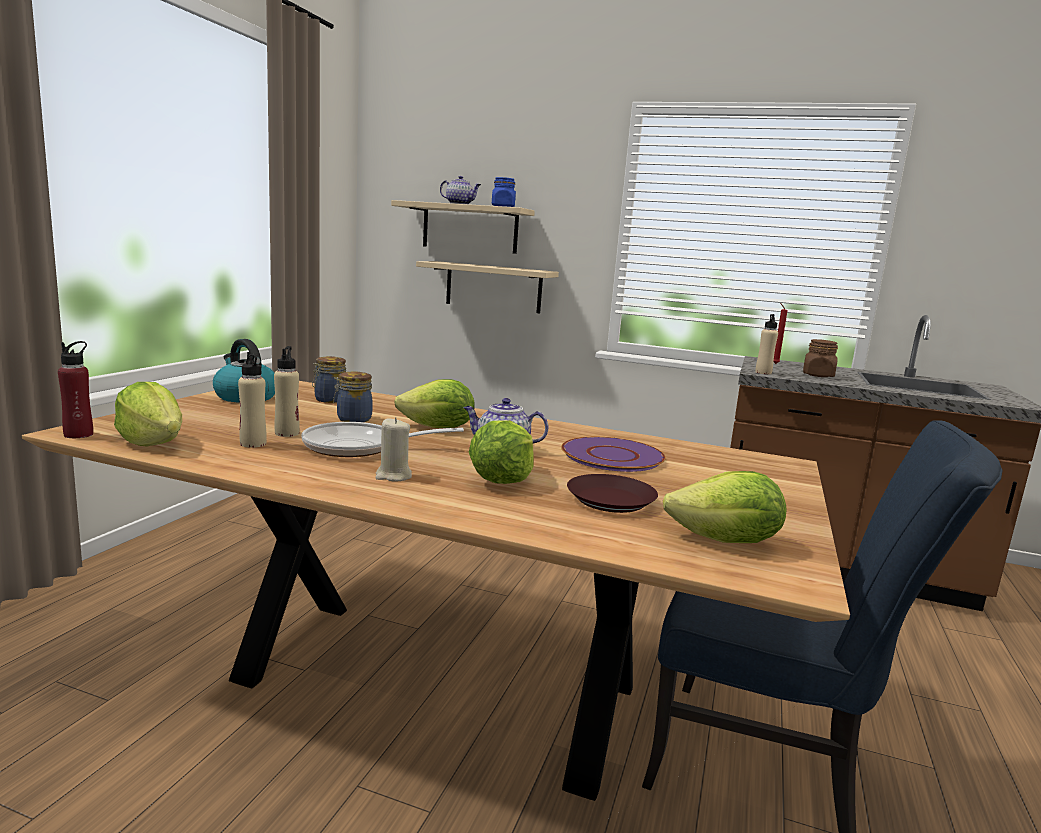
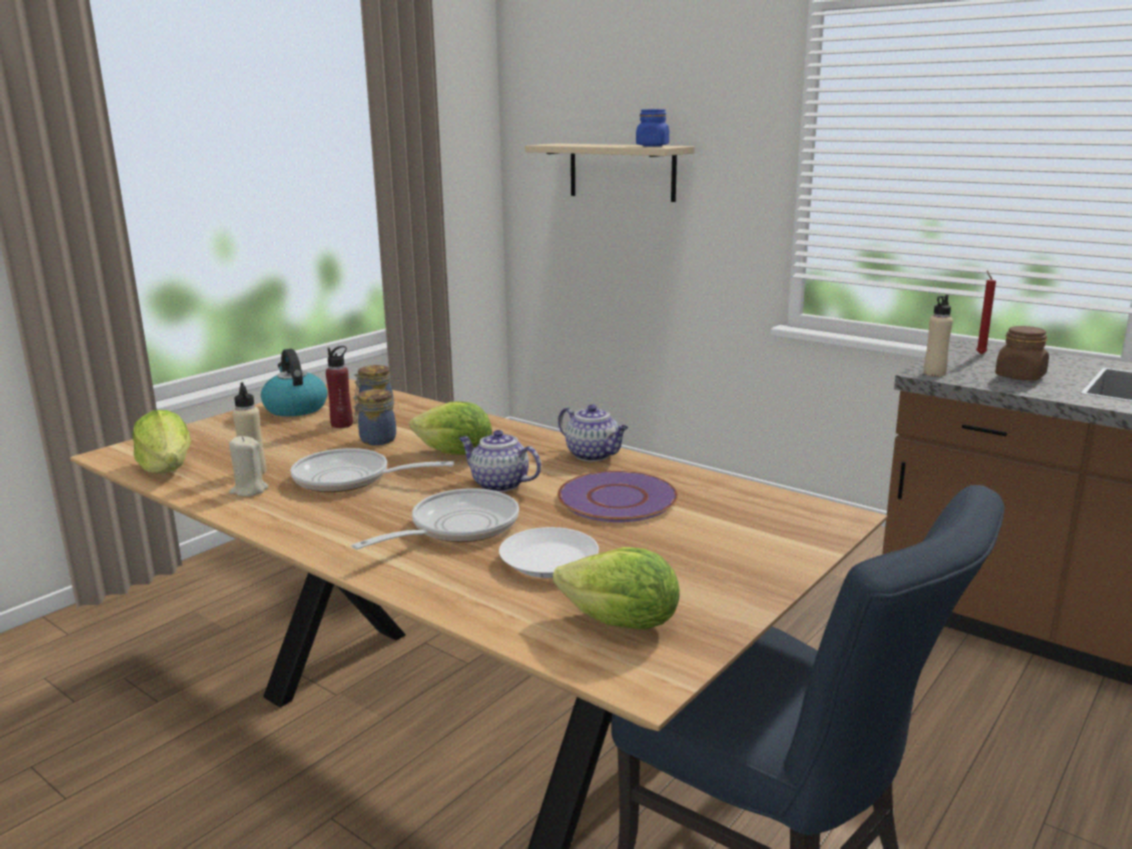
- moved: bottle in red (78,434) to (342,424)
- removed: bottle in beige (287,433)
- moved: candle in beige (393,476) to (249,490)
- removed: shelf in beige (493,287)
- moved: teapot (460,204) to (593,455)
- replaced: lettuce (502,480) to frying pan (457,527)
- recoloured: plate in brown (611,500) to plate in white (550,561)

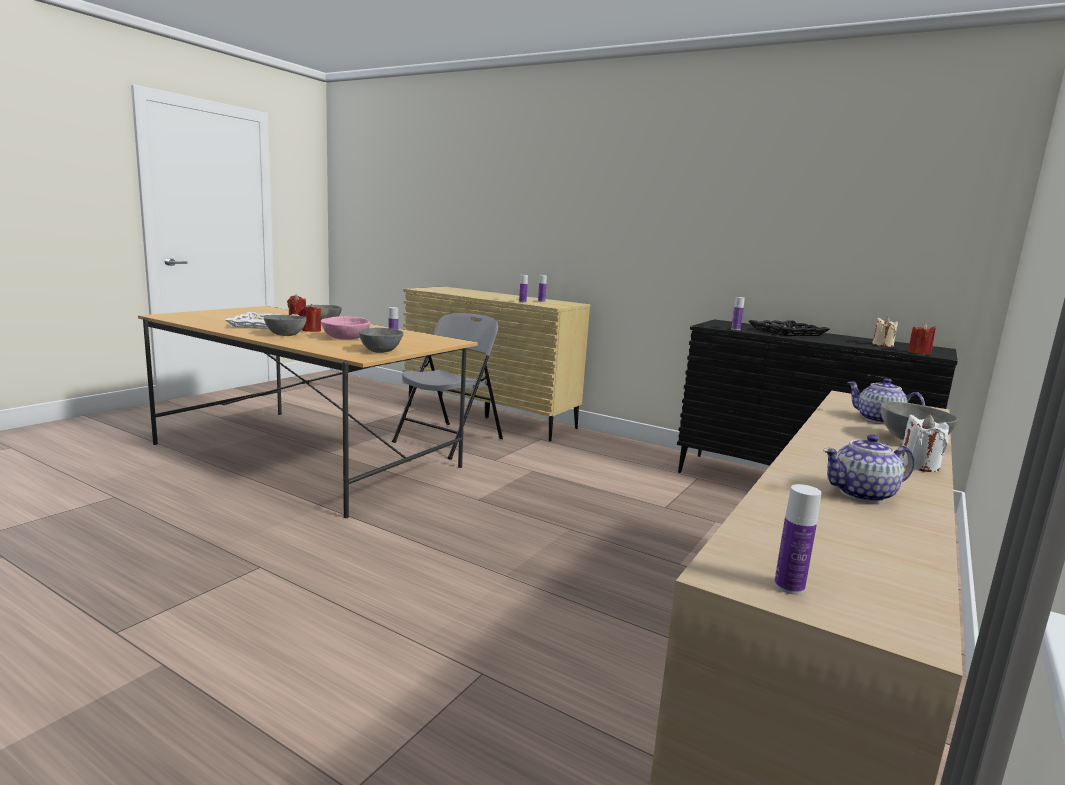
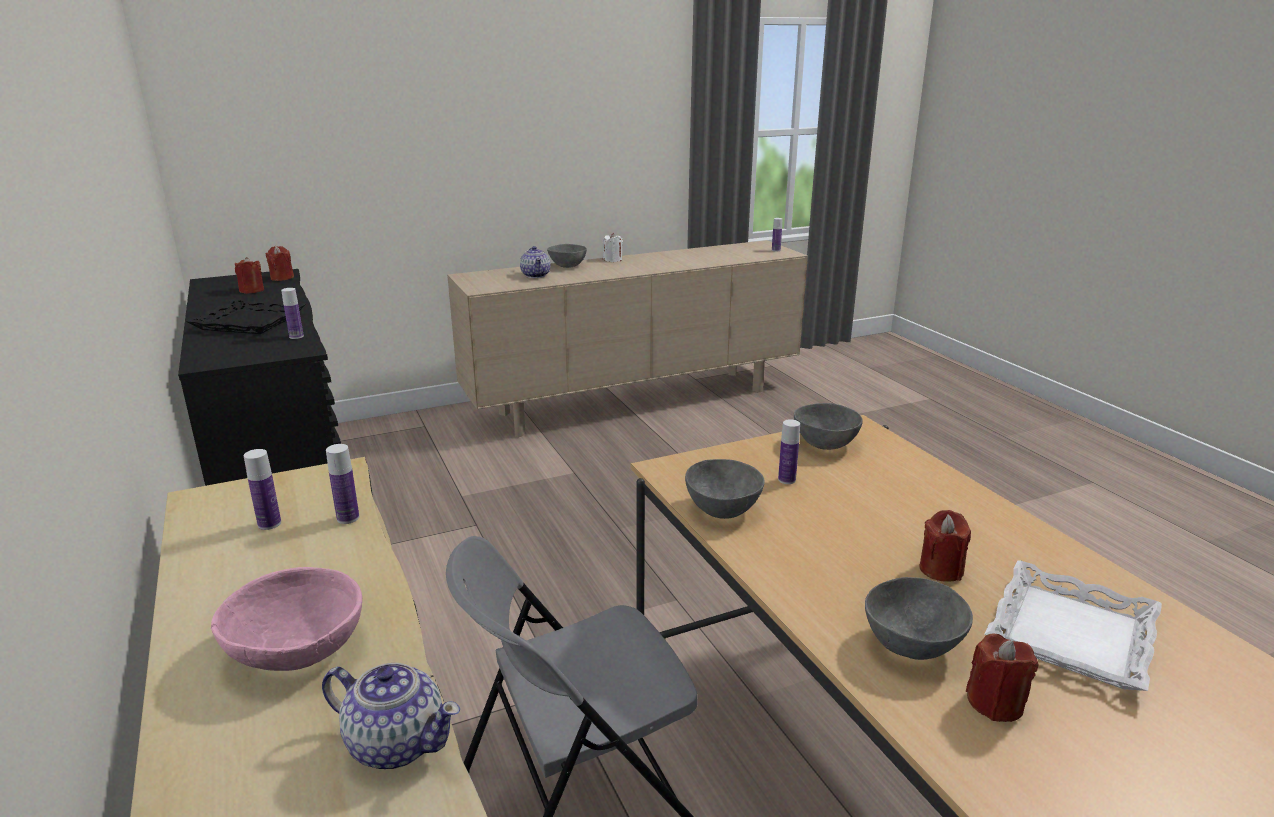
- moved: bowl in grey (286,335) to (723,508)
- moved: bowl in pink (346,338) to (295,648)
- moved: teapot (863,494) to (396,743)
- recoloured: candle in beige (882,345) to candle in red (252,290)

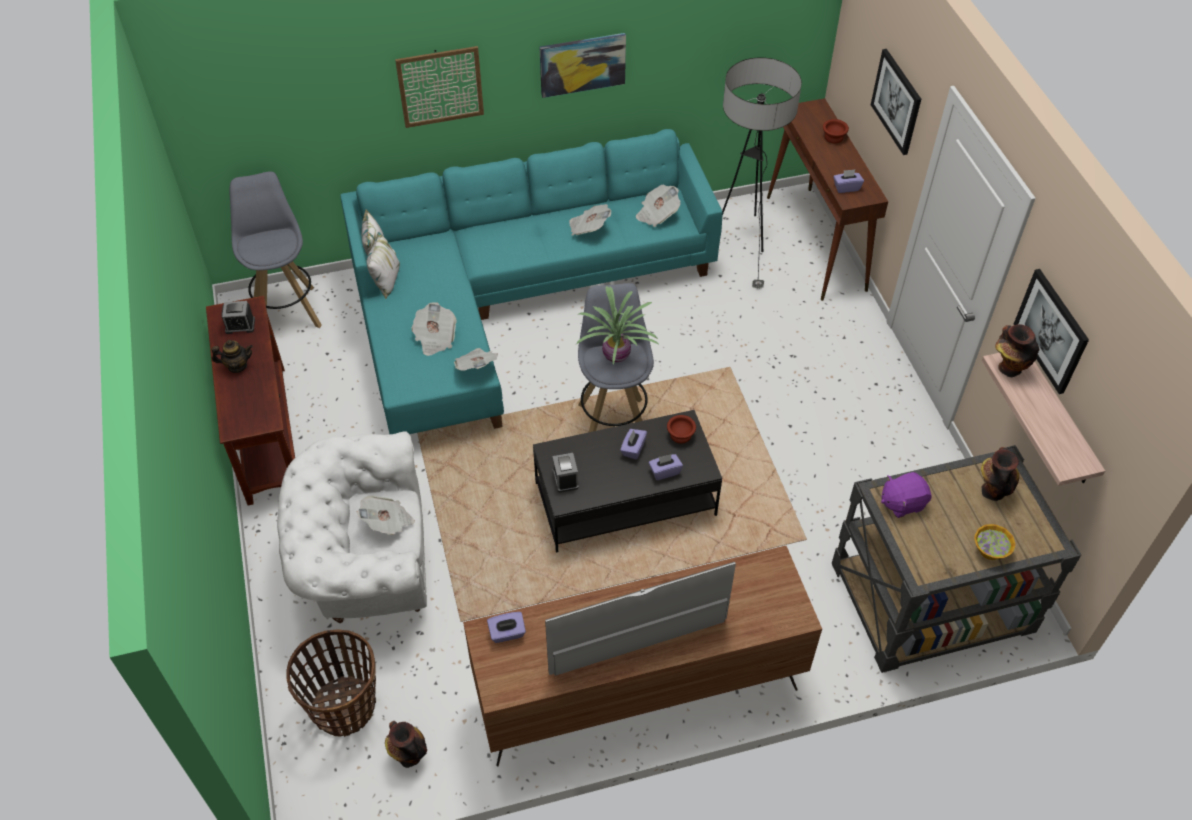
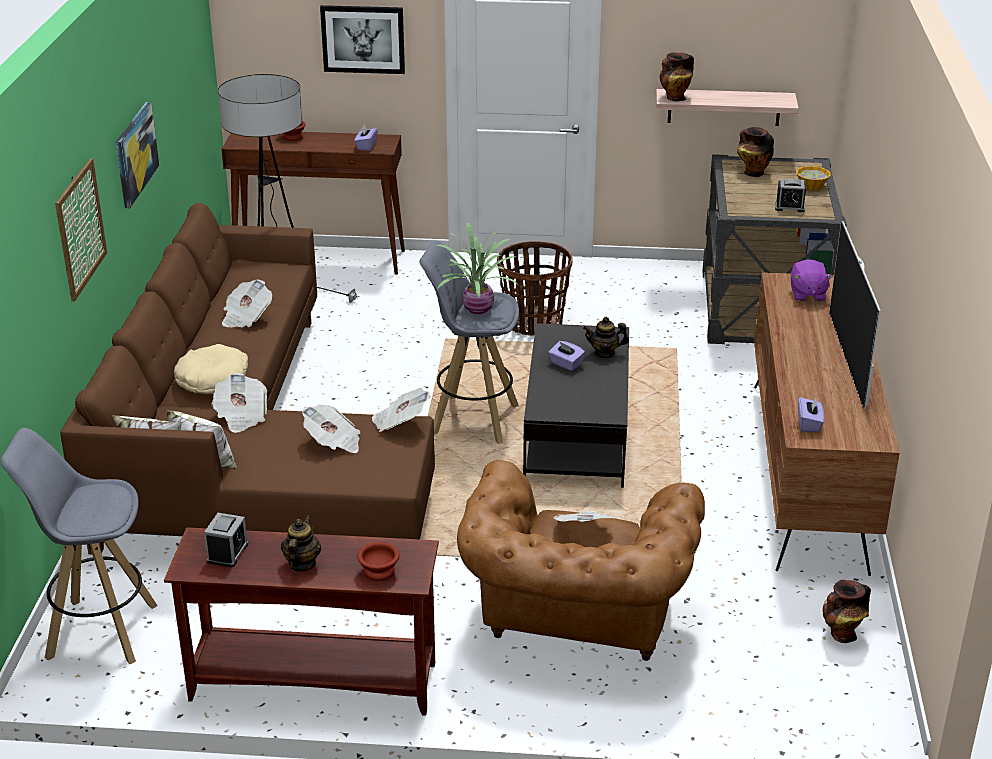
- recoloured: armchair in white (365,566) to armchair in brown (576,626)
- moved: basket (344,706) to (533,323)
- recoloured: sofa in turquoise (510,304) to sofa in brown (245,450)
- moved: alarm clock (565,479) to (789,207)
- moved: newspaper (657,214) to (241,416)
- replaced: tissue box in purple (664,471) to teapot (604,353)
- moved: bowl in brown (681,434) to (378,570)
- moved: plush toy in purple (902,503) to (807,294)
- removed: picture (1051,331)
- added: pillow in beige (212,380)

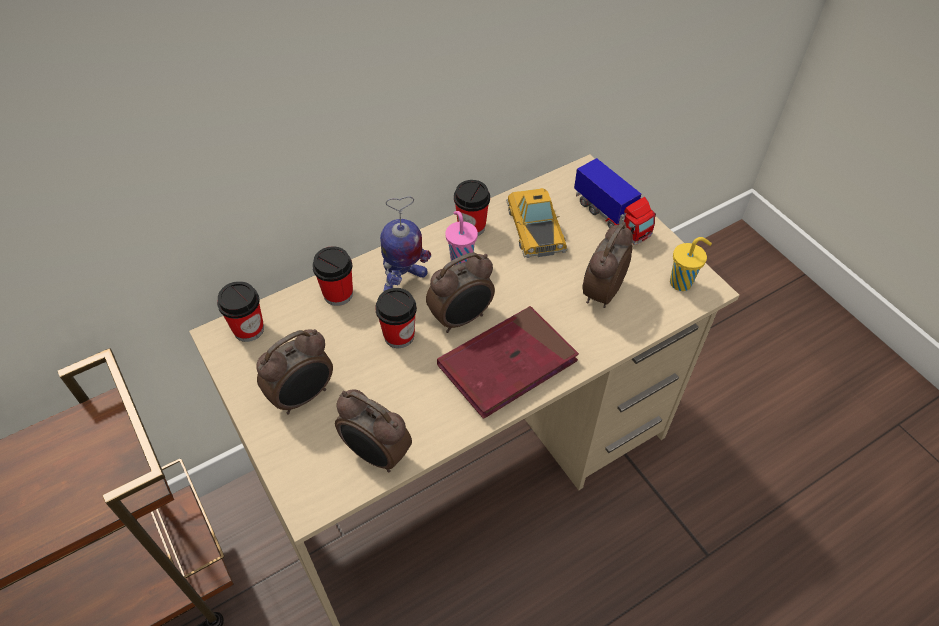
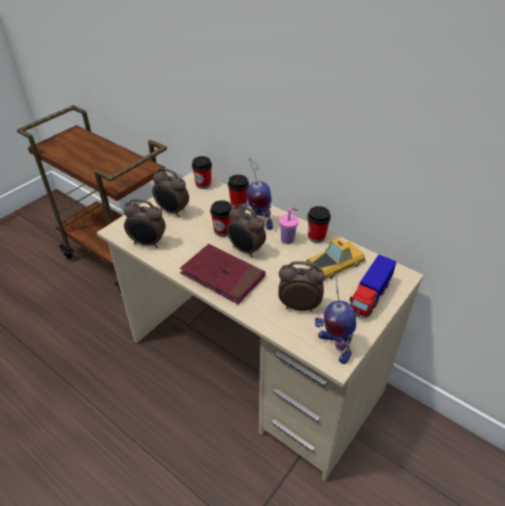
- turned: alarm clock (376,454) = (147,243) 90 degrees counterclockwise
- replaced: cup in yellow (682,282) to toy robot (333,346)

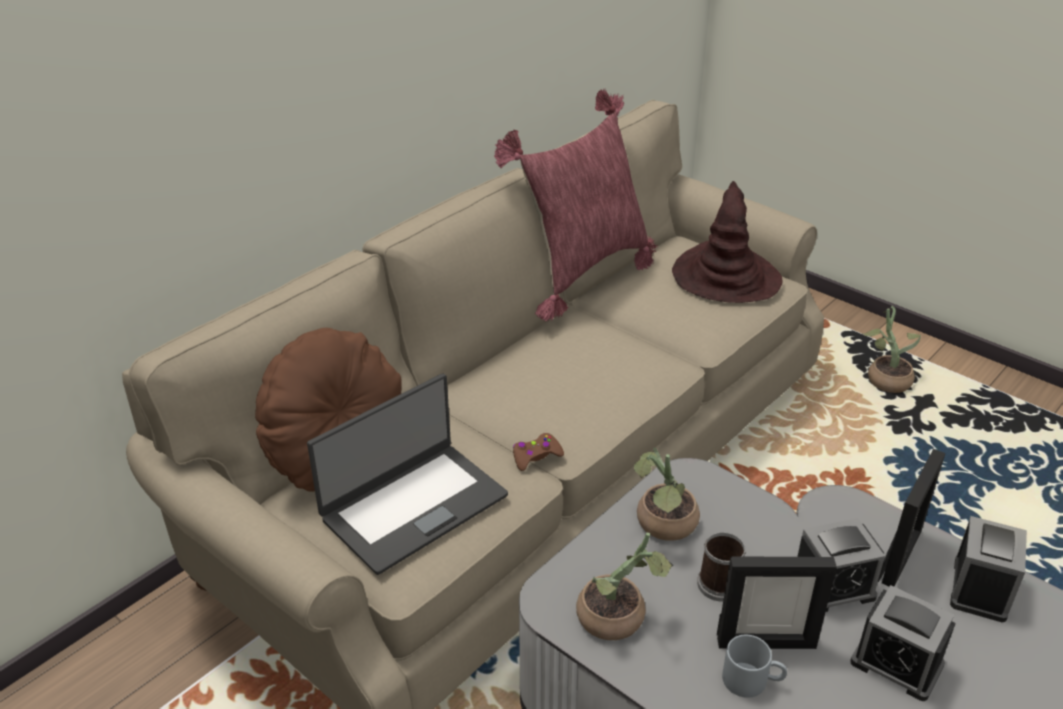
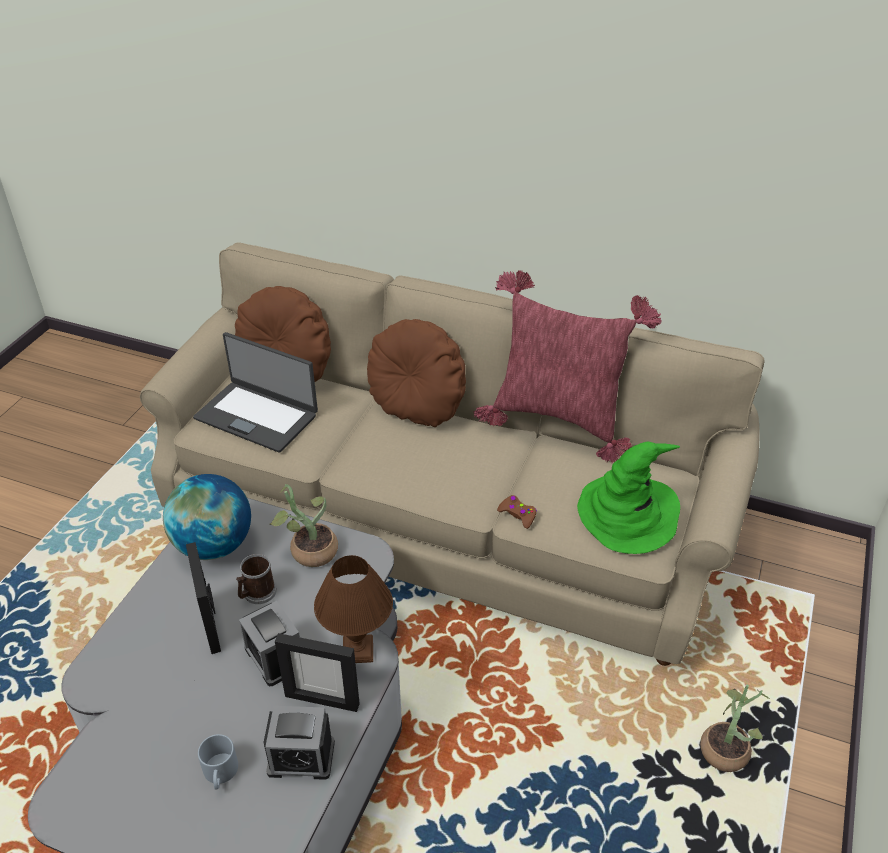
- moved: game controller in brown (536,456) to (518,514)
- replaced: potted plant (619,619) to globe (214,545)
- recoloured: hat in brown (725,277) to hat in green (628,514)
- moved: mug in grey (752,680) to (221,773)
- removed: alarm clock (896,664)
- added: table lamp in brown (359,649)
- added: pillow in brown (417,410)

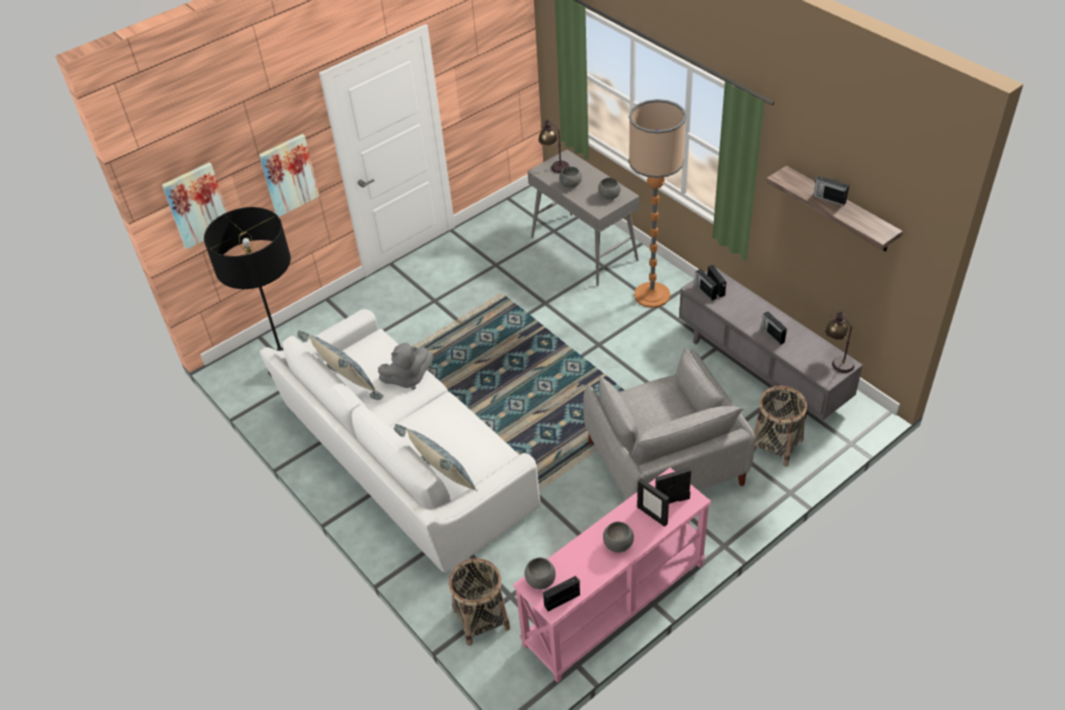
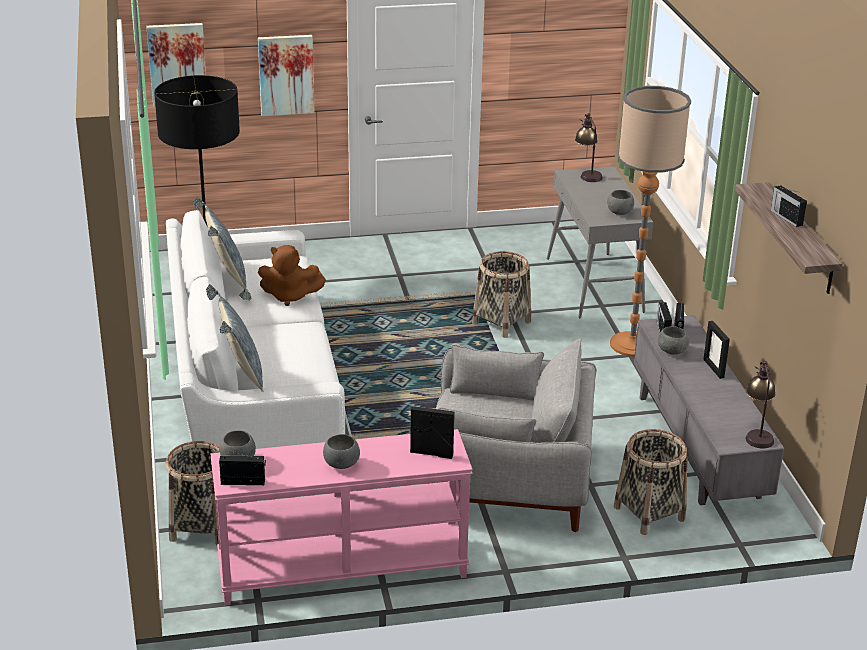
- recoloured: plush toy in grey (408,378) to plush toy in brown (290,296)
- moved: bowl in grey (570,185) to (671,352)
- turned: armchair in grey (664,462) = (509,480) 90 degrees counterclockwise
- moved: picture frame (652,515) to (714,368)
- removed: radio (772,334)
- added: basket (501,322)

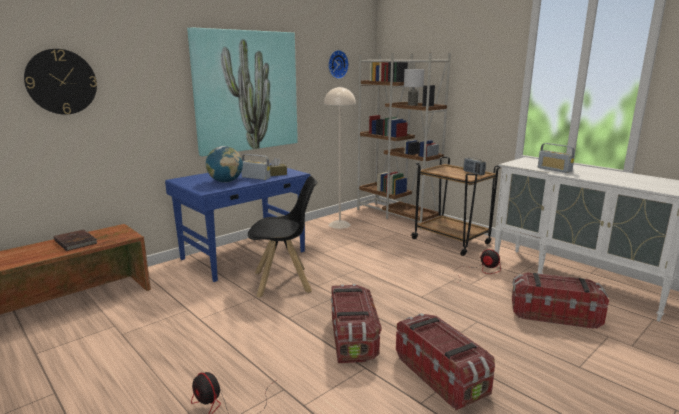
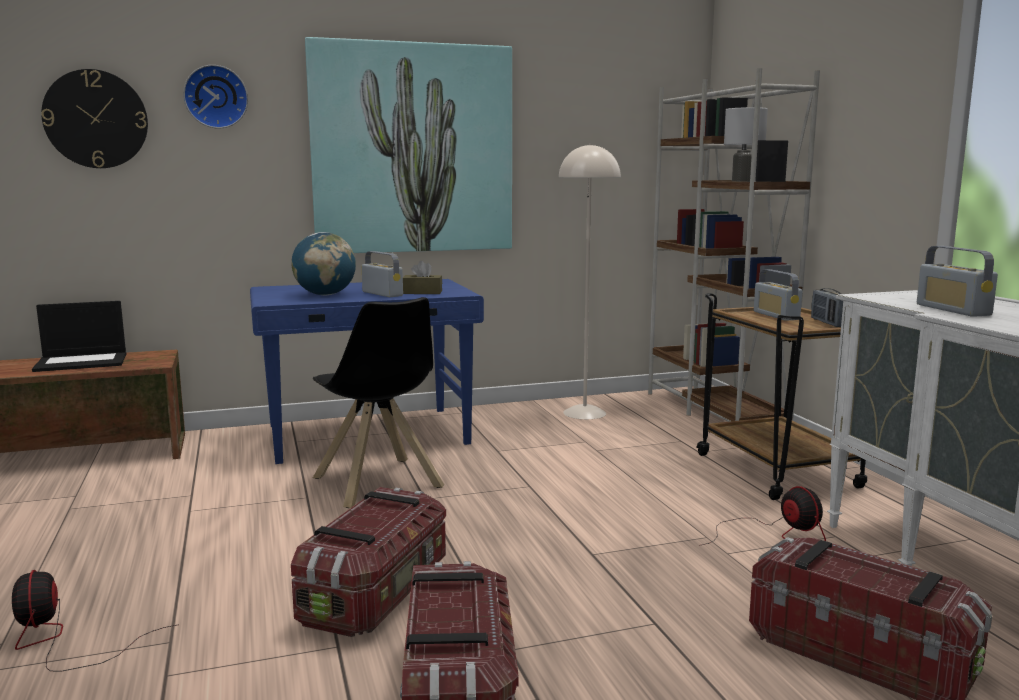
- replaced: book in brown (76,241) to laptop (83,362)
- turned: chair in black (284,282) = (379,483) 45 degrees clockwise
- moved: wall clock (337,64) to (216,97)
- added: radio (776,315)

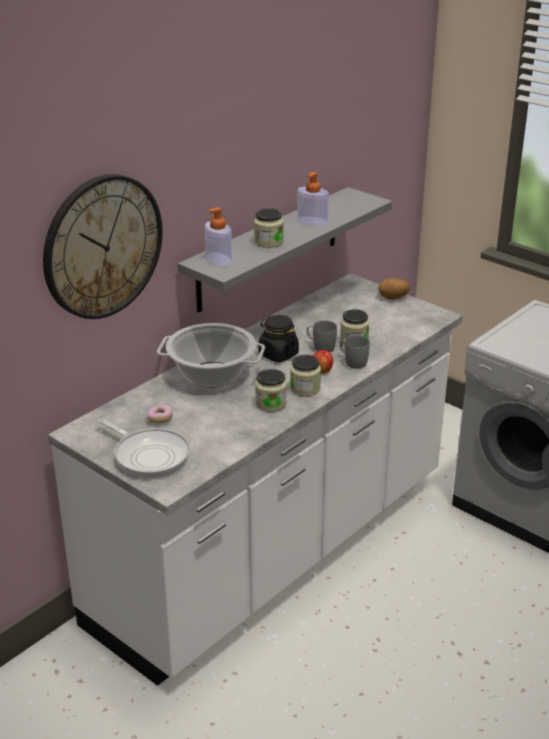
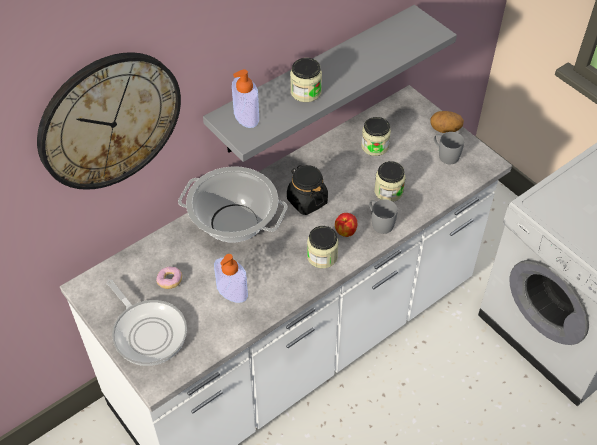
- moved: jar (270,404) to (375,146)
- moved: soap dispenser (312,221) to (232,291)
- moved: mug in grey (320,347) to (445,155)

